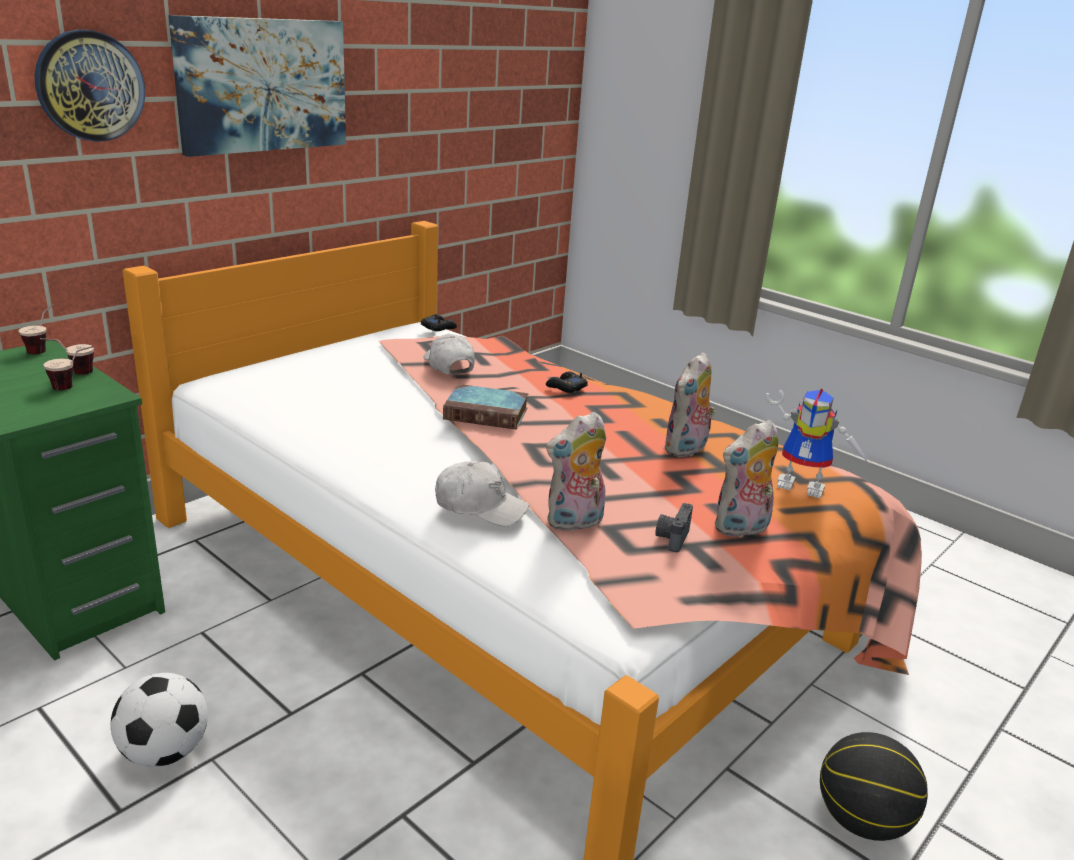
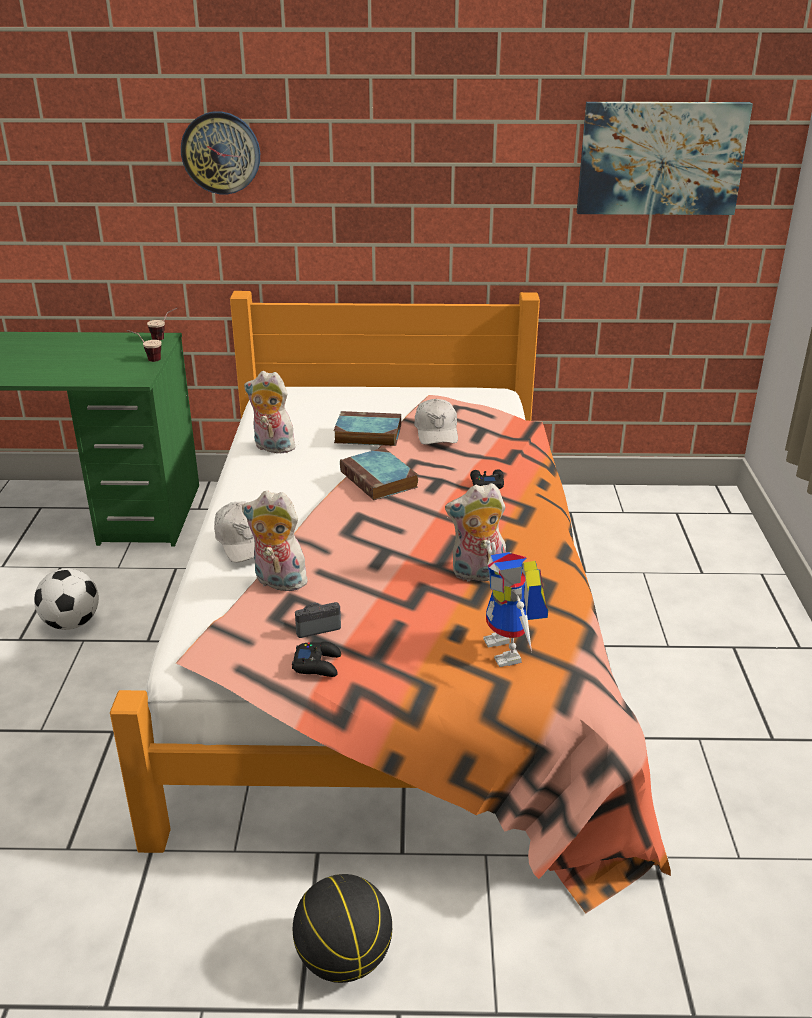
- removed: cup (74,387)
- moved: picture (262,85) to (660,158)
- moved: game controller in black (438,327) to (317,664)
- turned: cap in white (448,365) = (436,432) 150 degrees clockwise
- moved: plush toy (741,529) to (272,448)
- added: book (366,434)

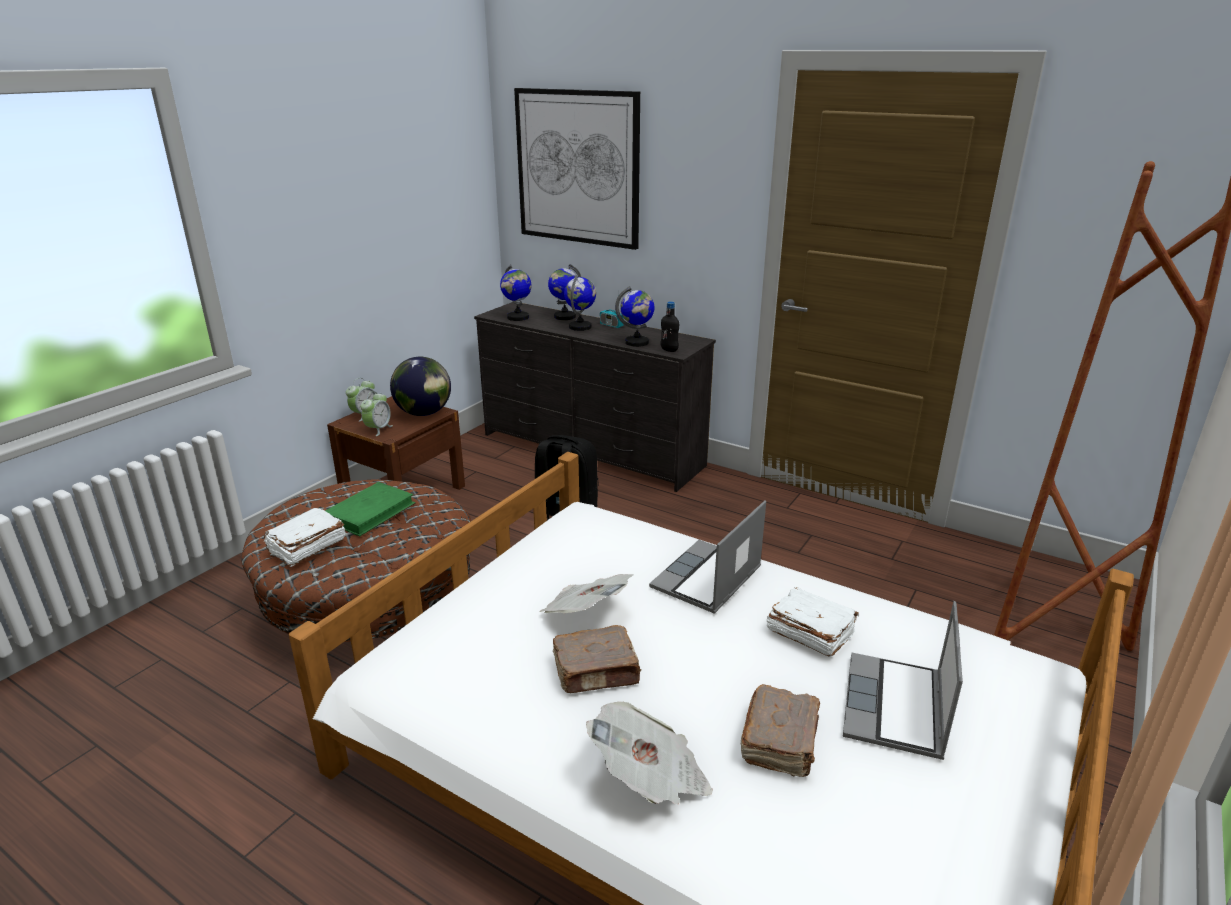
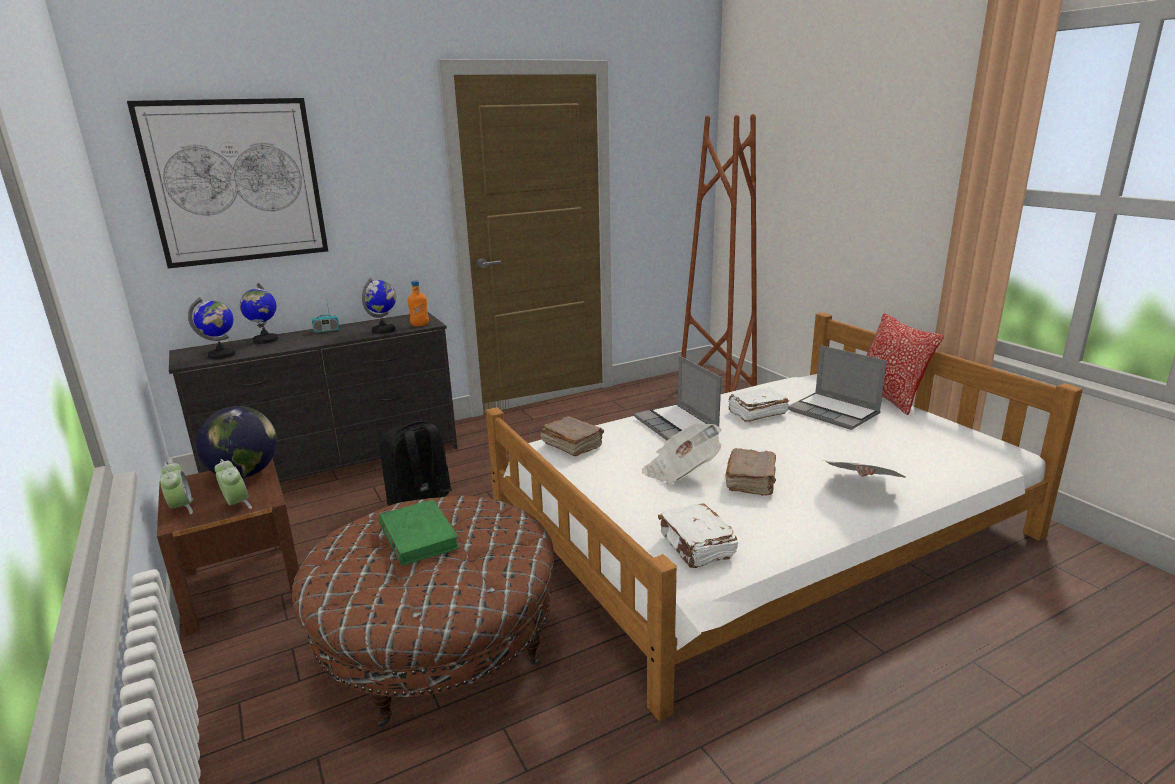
- moved: book in white (306,547) to (696,547)
- removed: globe (580,327)
- recoloured: bottle in black (669,350) to bottle in orange (420,325)
- moved: book in brown (780,742) to (572,445)
- added: pillow (889,398)

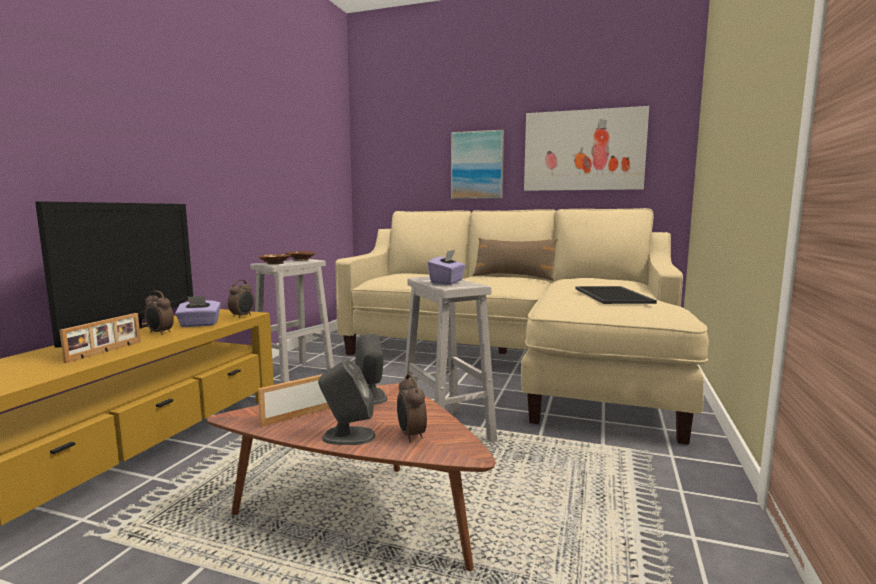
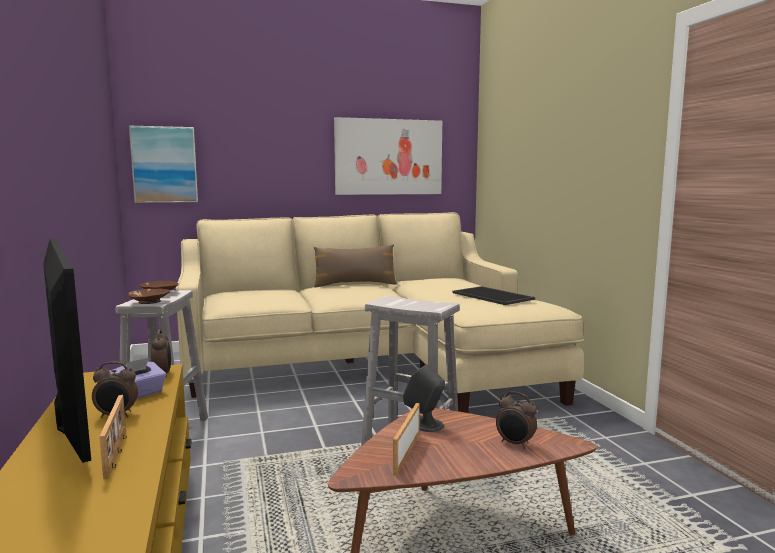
- removed: speaker in grey (348,436)
- removed: tissue box in purple (447,282)
- moved: picture (477,165) to (164,165)

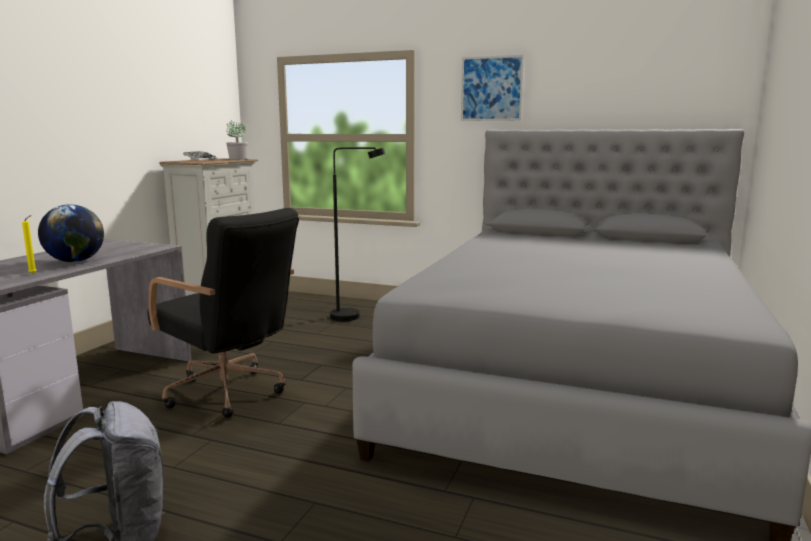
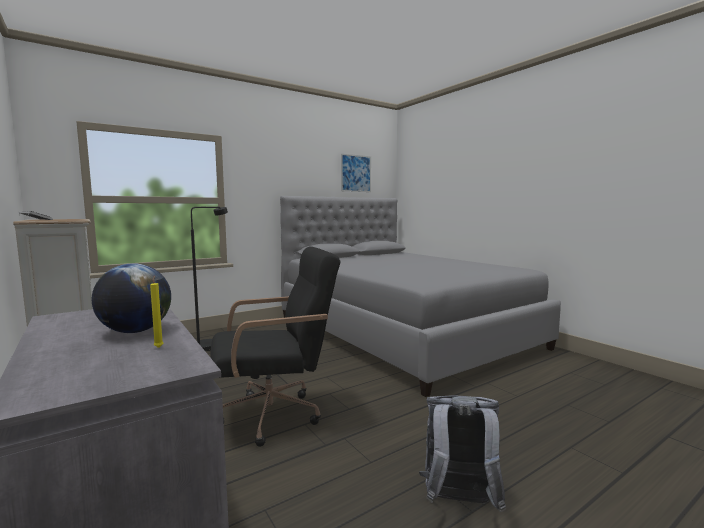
- removed: potted plant (237,159)
- moved: picture (491,88) to (356,173)

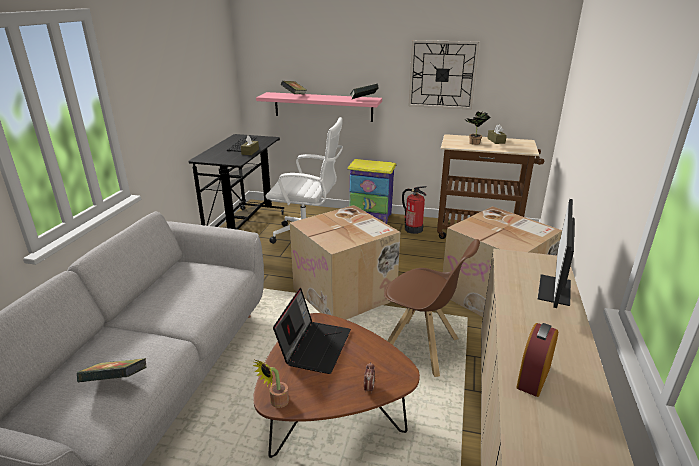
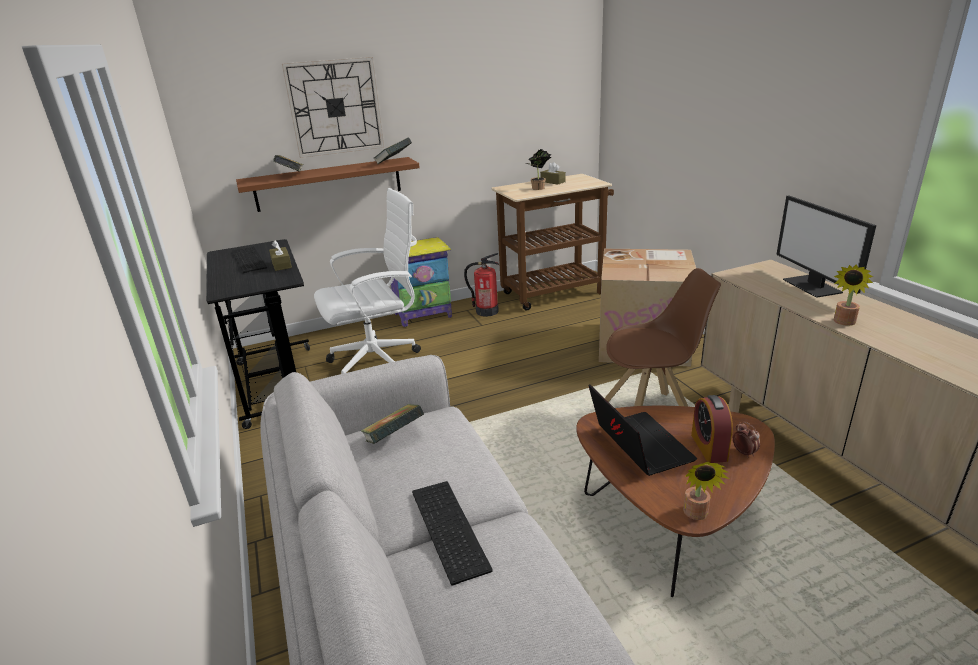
- moved: book (116,383) to (394,438)
- recoloured: shelf in pink (323,106) to shelf in brown (329,184)
- removed: cardboard box (346,294)
- moved: wall clock (442,75) to (335,107)
- moved: alarm clock (533,377) to (709,447)
- added: keyboard (446,529)
- added: potted plant (843,323)

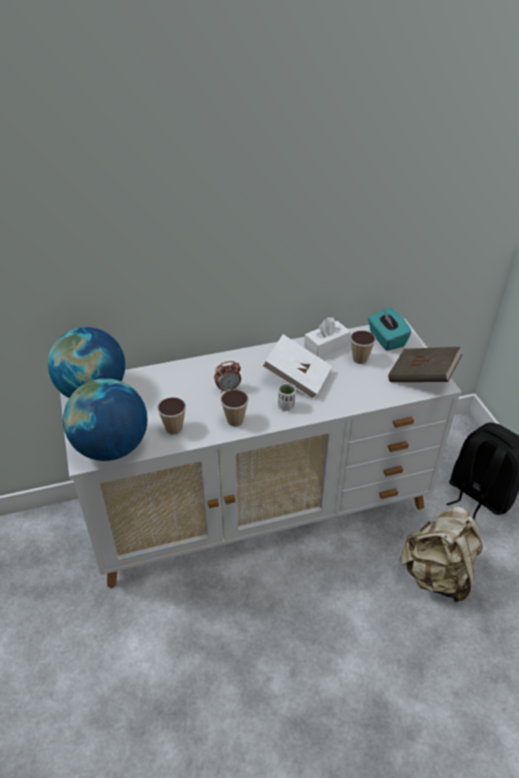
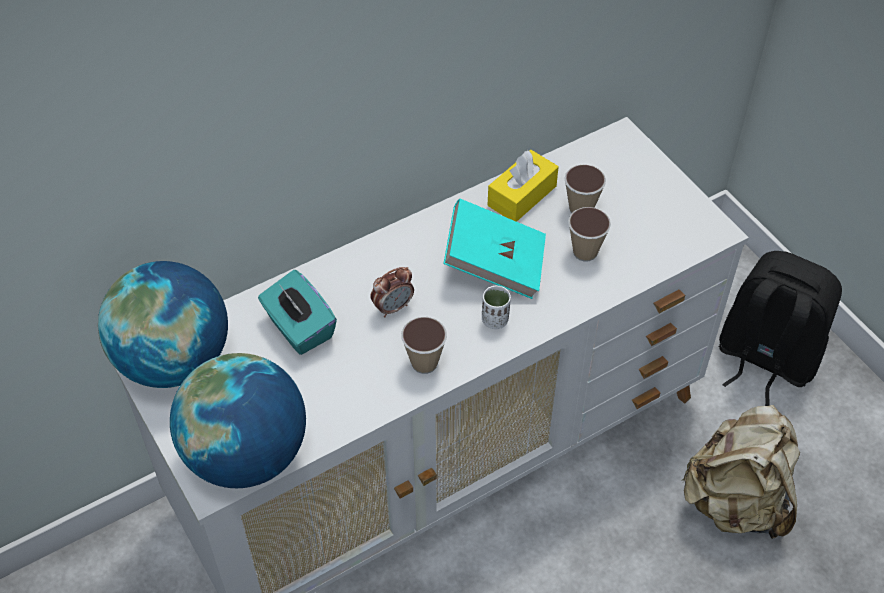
- moved: cup (174,428) to (585,252)
- recoloured: book in white (297,378) to book in turquoise (495,264)
- recoloured: tissue box in white (326,346) to tissue box in yellow (522,196)
- moved: tissue box in turquoise (386,339) to (299,328)
- removed: book in brown (422,377)

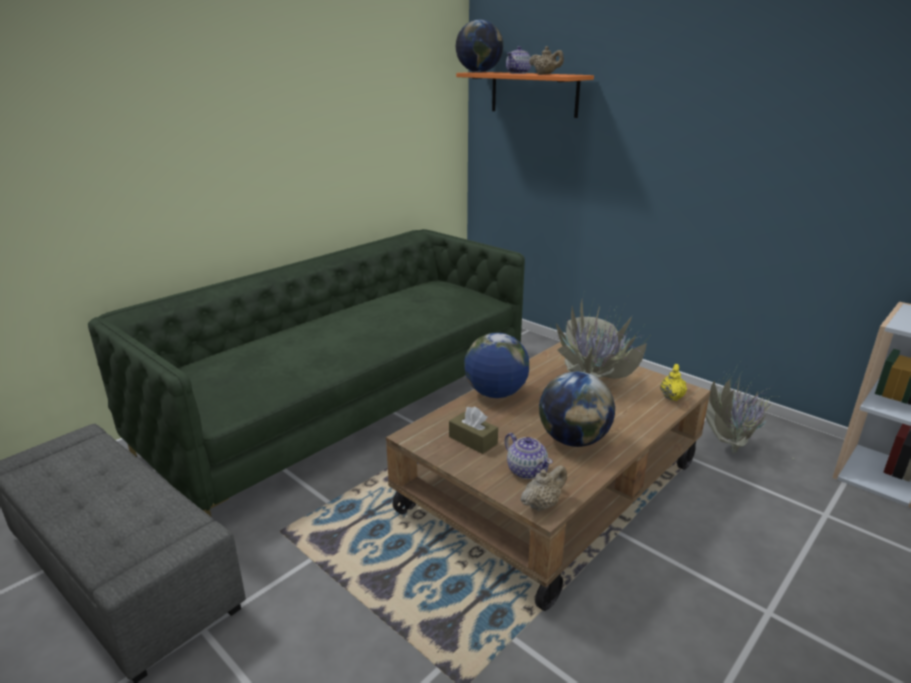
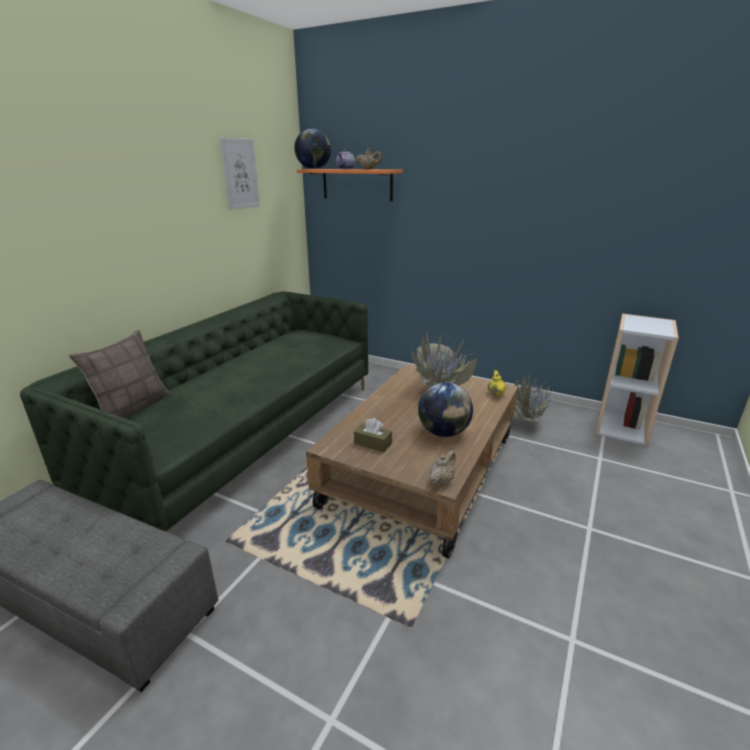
- removed: globe (495,394)
- removed: teapot (526,470)
- added: pillow (133,408)
- added: picture (240,174)

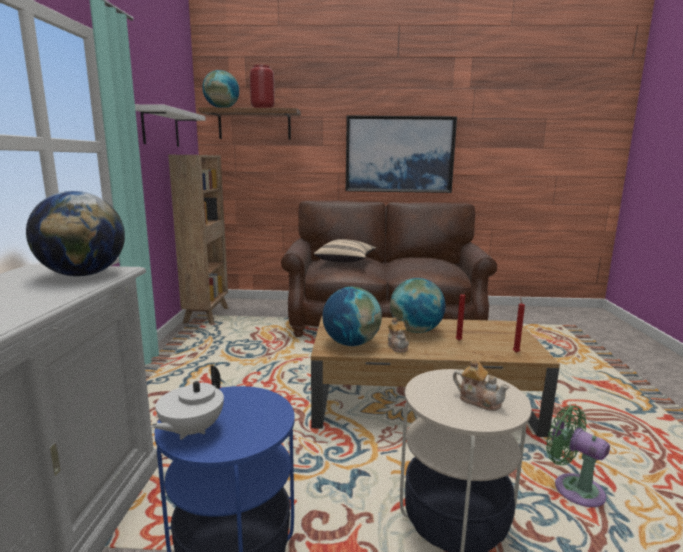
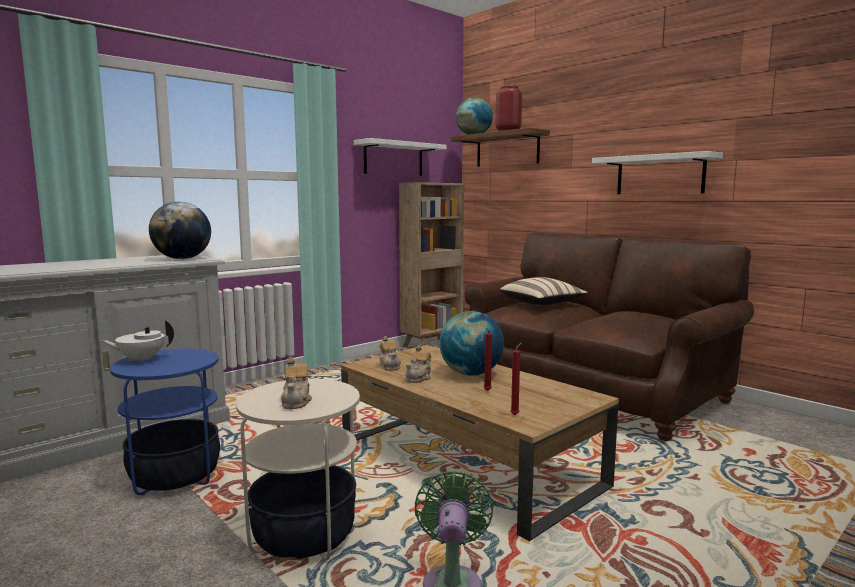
- replaced: globe (351,343) to teapot (390,366)
- replaced: picture (399,154) to shelf in white (659,175)

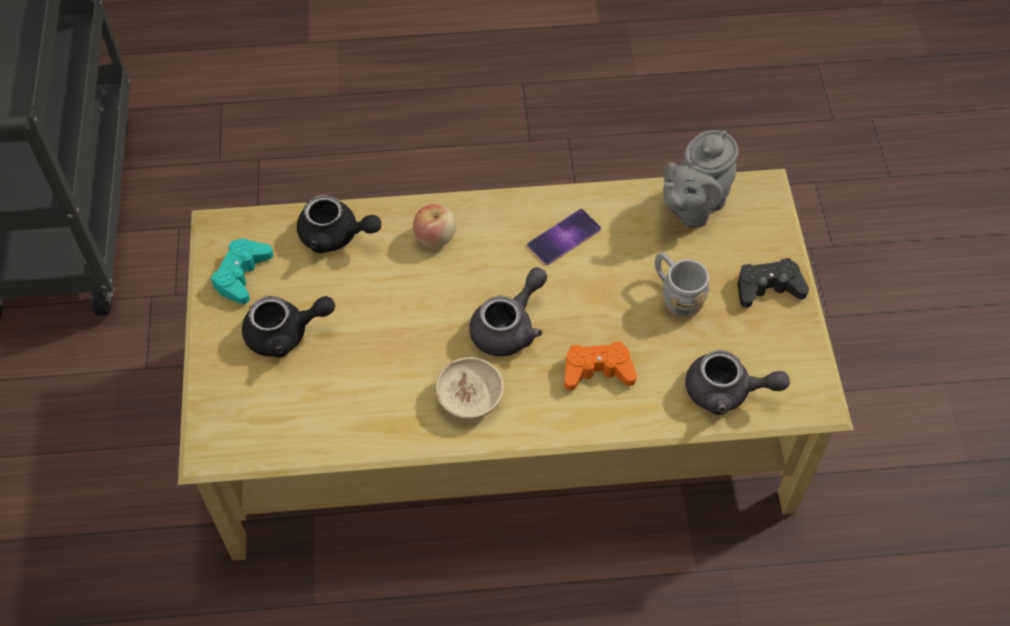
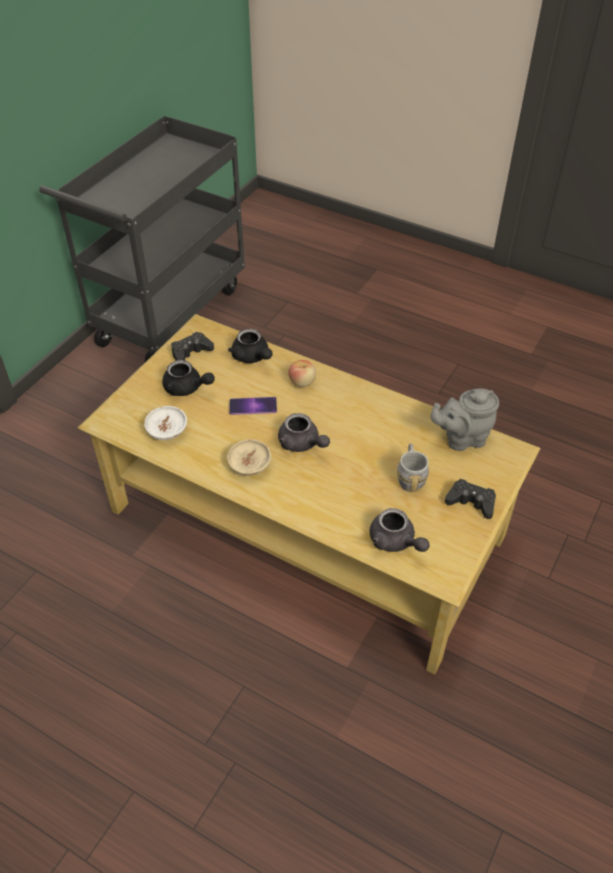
- recoloured: game controller in turquoise (242,275) to game controller in black (191,352)
- turned: teapot in grey (509,327) = (302,444) 60 degrees clockwise
- moved: phone (564,237) to (253,406)
- removed: game controller in orange (597,371)
- added: bowl in white (167,431)

